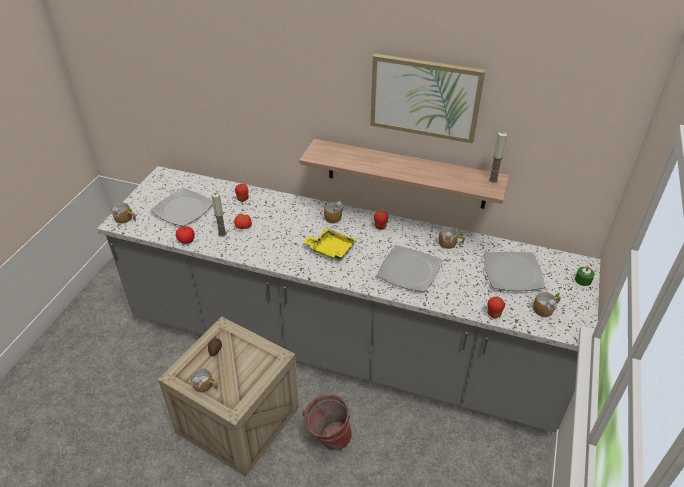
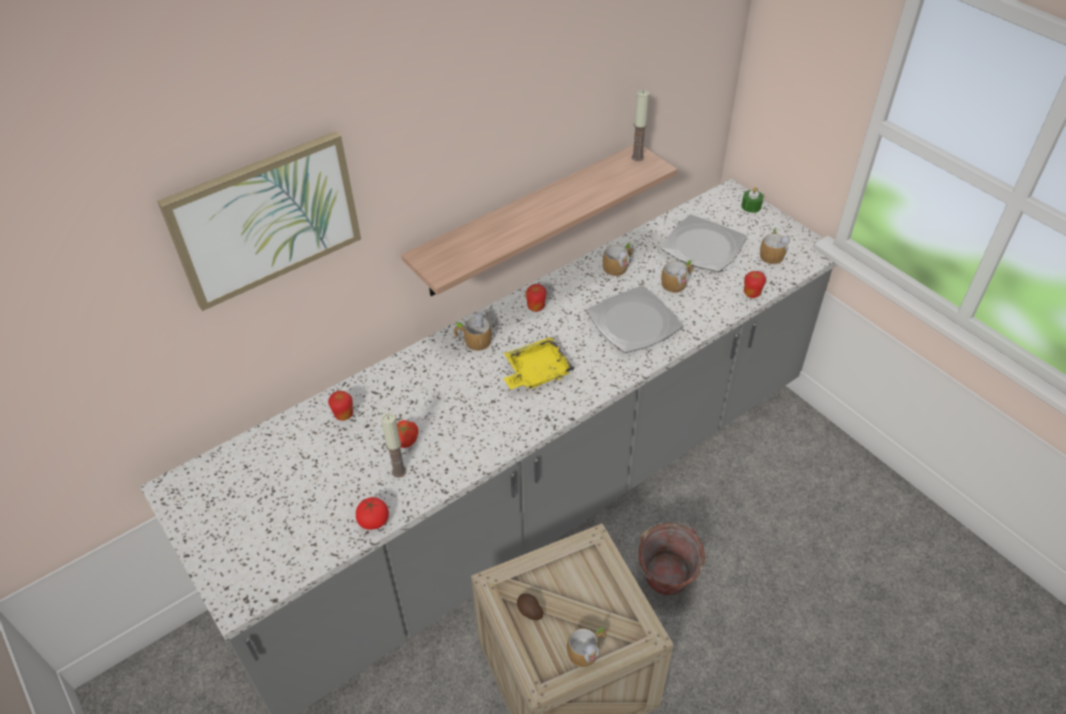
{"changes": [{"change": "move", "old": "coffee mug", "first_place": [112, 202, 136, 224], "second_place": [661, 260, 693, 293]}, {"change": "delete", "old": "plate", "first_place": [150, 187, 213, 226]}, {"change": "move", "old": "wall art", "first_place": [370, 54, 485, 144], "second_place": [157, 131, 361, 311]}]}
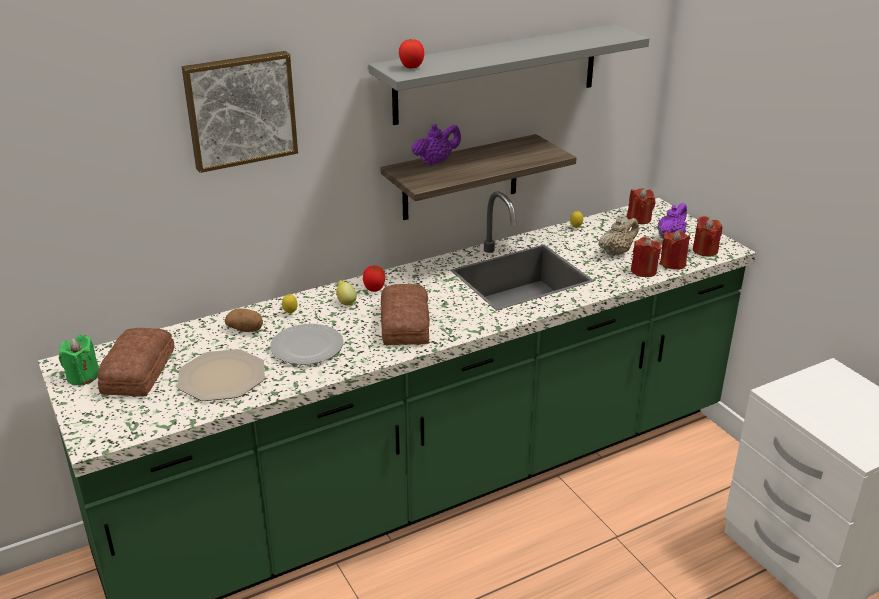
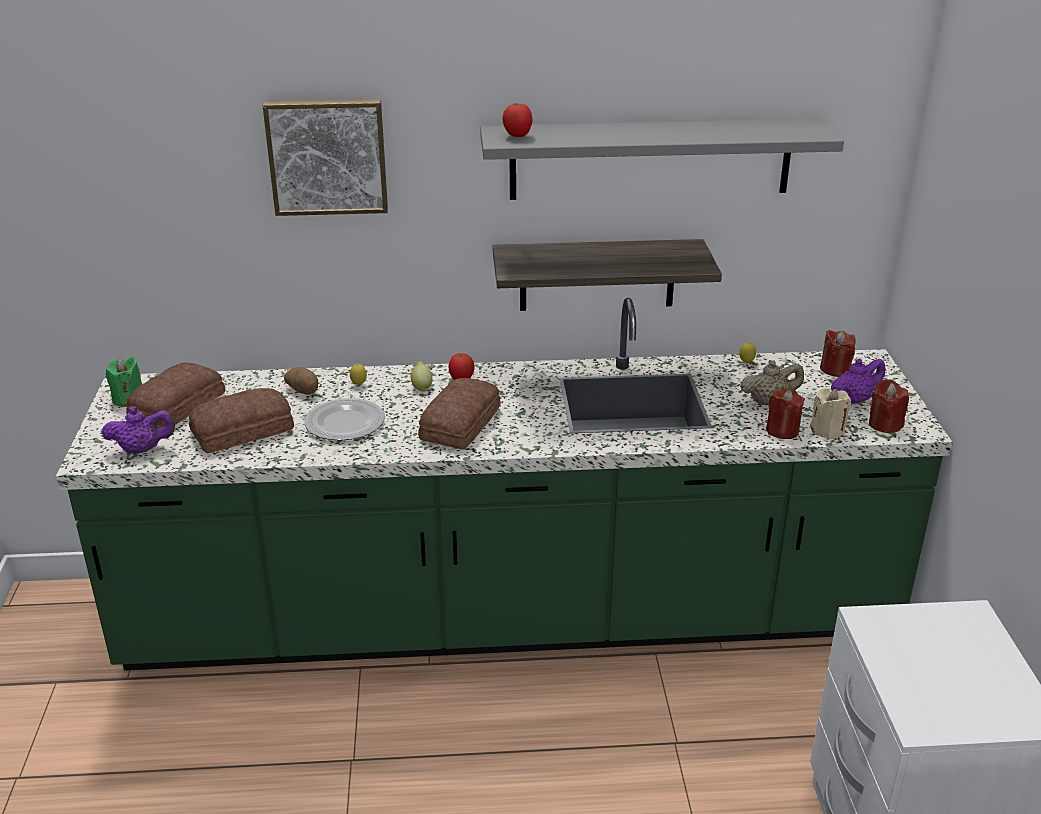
{"changes": [{"change": "replace", "old": "plate", "new": "bread", "first_place": [177, 349, 265, 401], "second_place": [189, 388, 294, 454]}, {"change": "move", "old": "purplish teapot", "first_place": [411, 124, 461, 165], "second_place": [101, 406, 175, 453]}, {"change": "recolor", "old": "reddish wax light", "new": "beige-coloured wax light", "first_place": [660, 230, 690, 270], "second_place": [810, 388, 851, 439]}]}
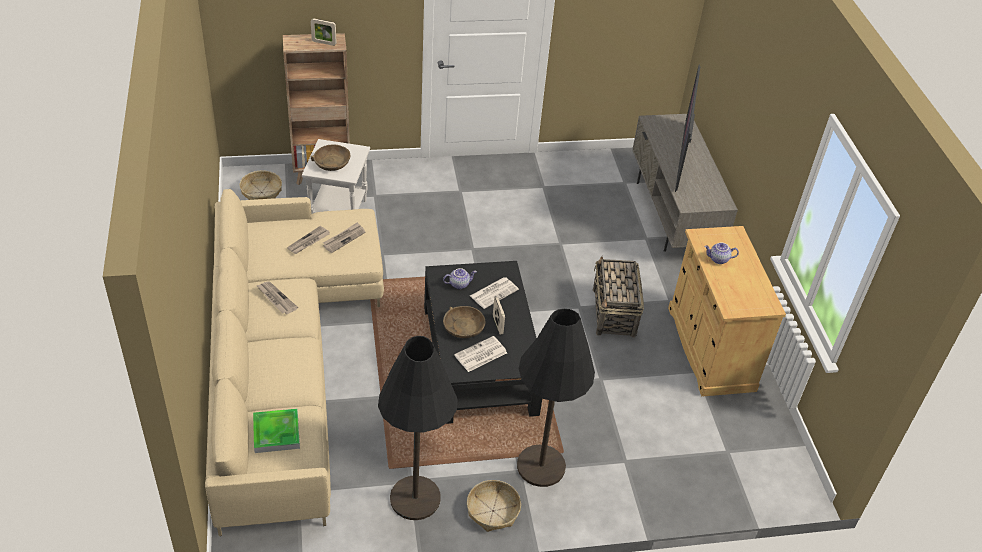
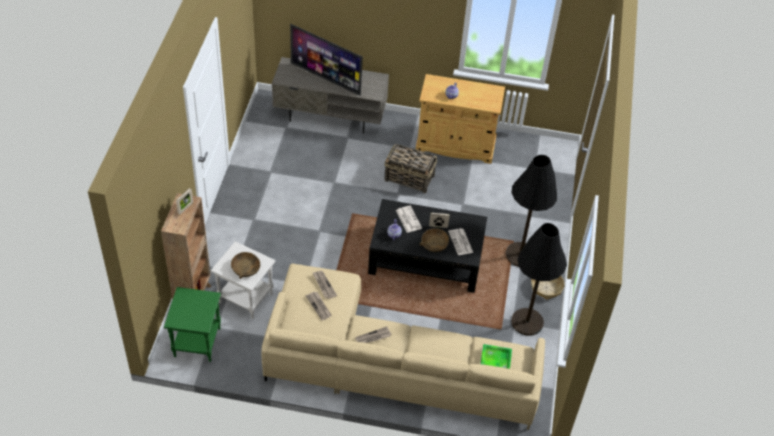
{"changes": [{"change": "replace", "old": "basket", "new": "greenish end table", "first_place": [240, 171, 282, 200], "second_place": [164, 287, 221, 362]}]}
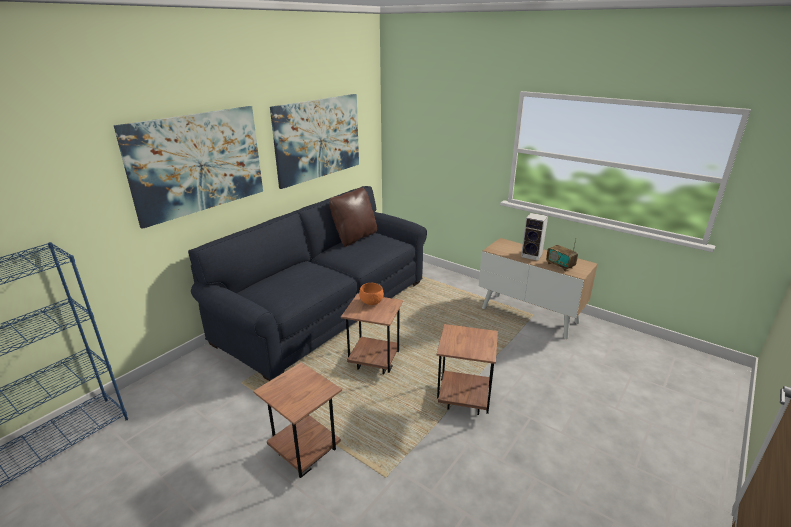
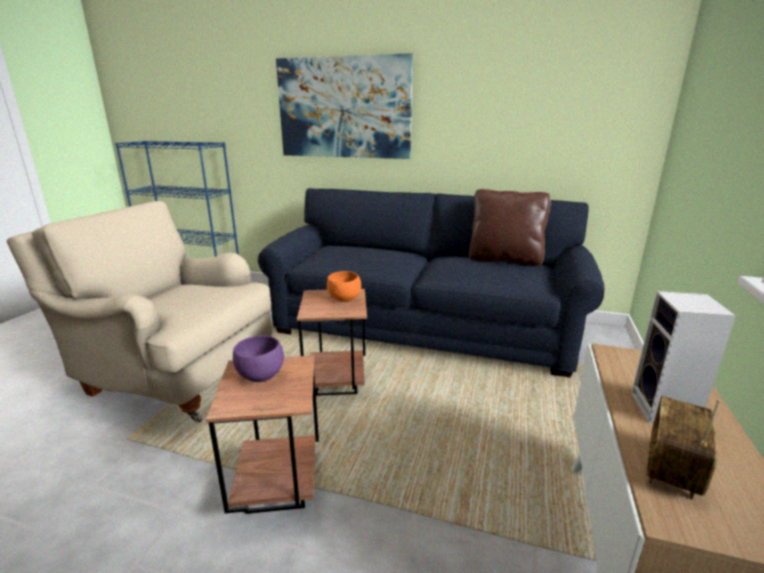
{"changes": [{"change": "replace", "old": "brown-coloured end table", "new": "beige-coloured lounge chair", "first_place": [253, 362, 342, 478], "second_place": [7, 201, 272, 423]}, {"change": "delete", "old": "wall art", "first_place": [270, 94, 359, 189]}, {"change": "insert", "new": "purplish deep dish", "second_place": [233, 335, 284, 382]}]}
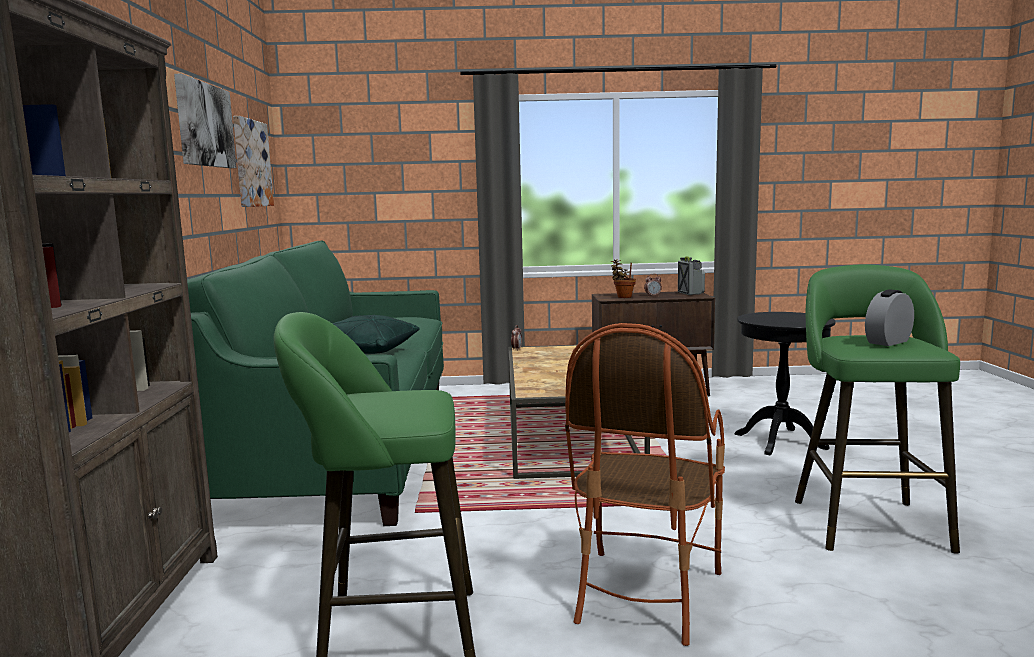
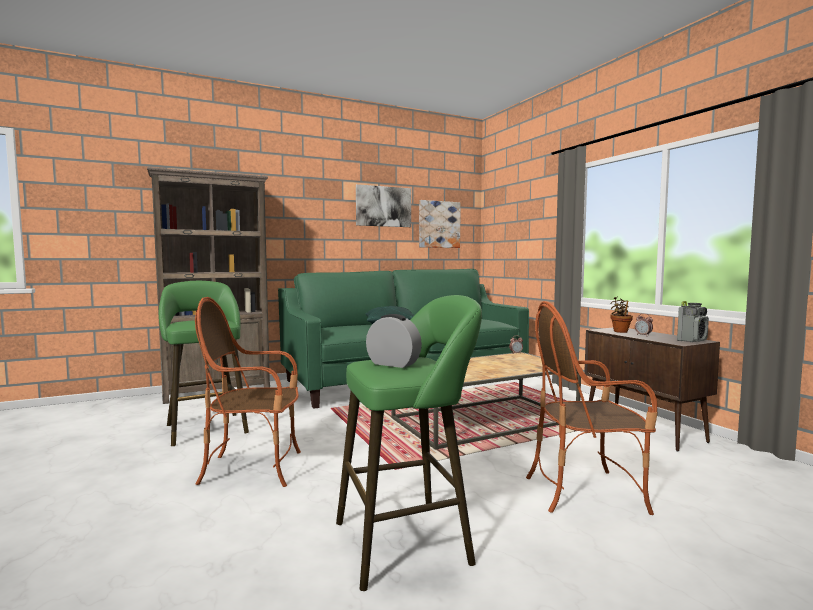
{"changes": [{"change": "replace", "old": "black-coloured end table", "new": "lounge chair", "first_place": [735, 312, 836, 455], "second_place": [526, 301, 658, 515]}]}
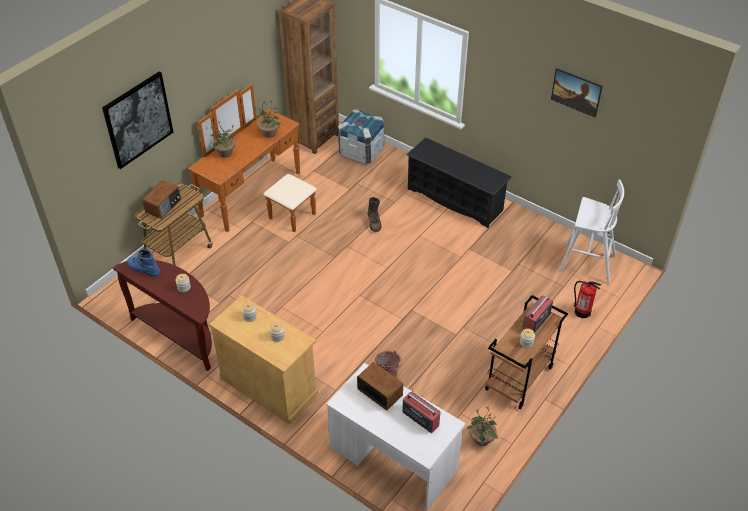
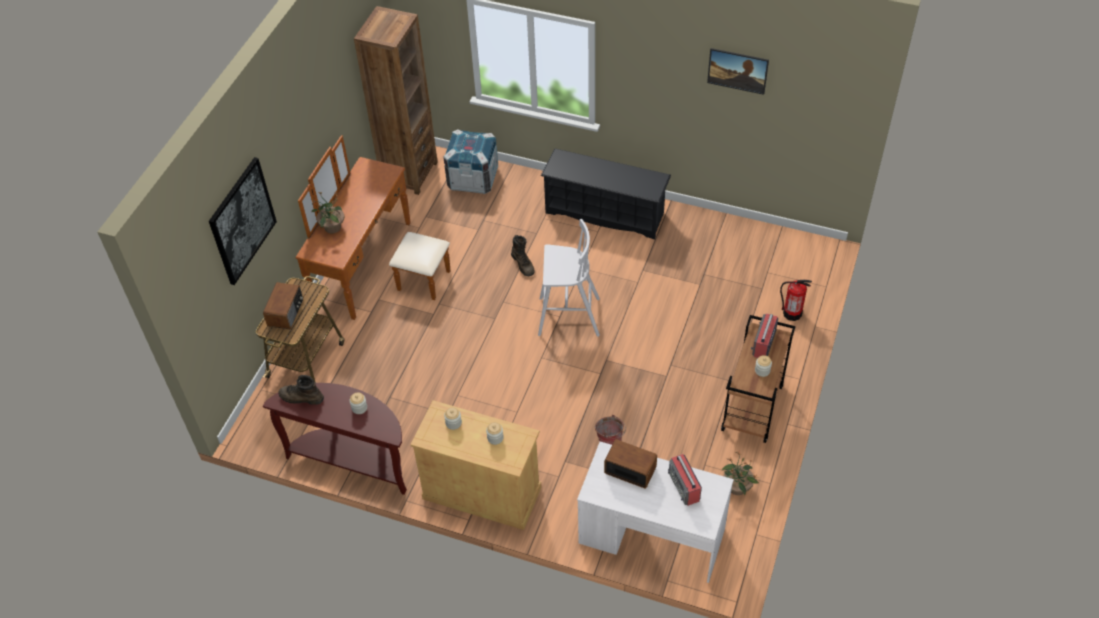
{"changes": [{"change": "recolor", "old": "bluish high-top boot", "new": "brown-coloured high-top boot", "first_place": [127, 248, 161, 277], "second_place": [278, 375, 324, 405]}, {"change": "delete", "old": "potted plant", "first_place": [253, 100, 282, 138]}, {"change": "rotate", "old": "radio receiver", "first_place": [402, 388, 441, 433], "second_place": [668, 454, 702, 506], "degrees": -135}, {"change": "move", "old": "white sitting stool", "first_place": [558, 180, 624, 284], "second_place": [538, 219, 600, 337]}]}
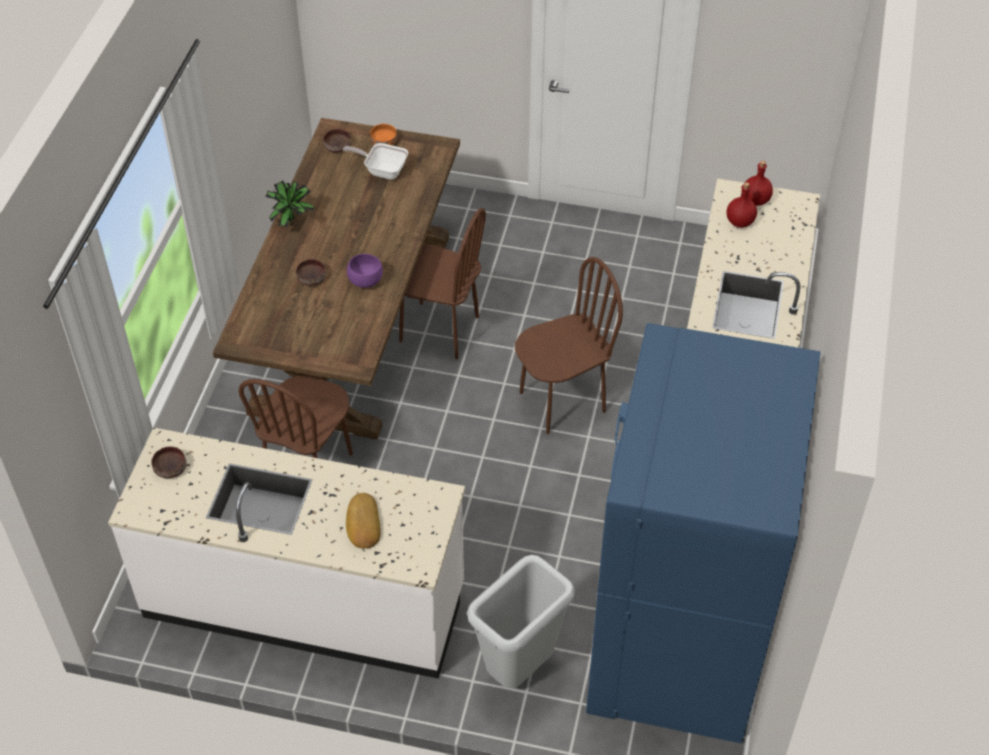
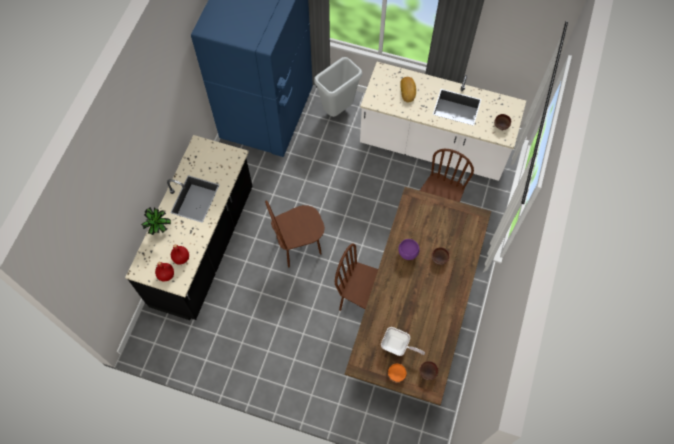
{"changes": [{"change": "move", "old": "potted plant", "first_place": [266, 180, 314, 227], "second_place": [141, 207, 171, 235]}]}
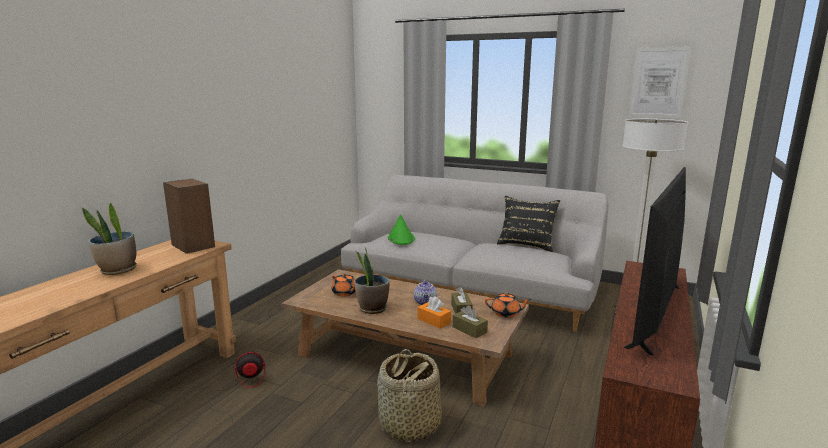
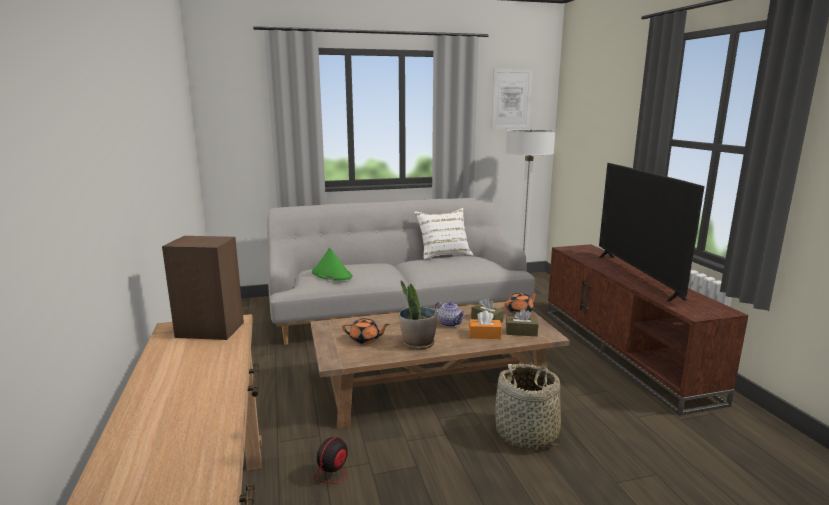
{"changes": [{"change": "delete", "old": "potted plant", "first_place": [82, 203, 137, 275]}, {"change": "recolor", "old": "black-coloured cushion", "new": "white cushion", "first_place": [497, 196, 560, 252], "second_place": [414, 208, 473, 260]}]}
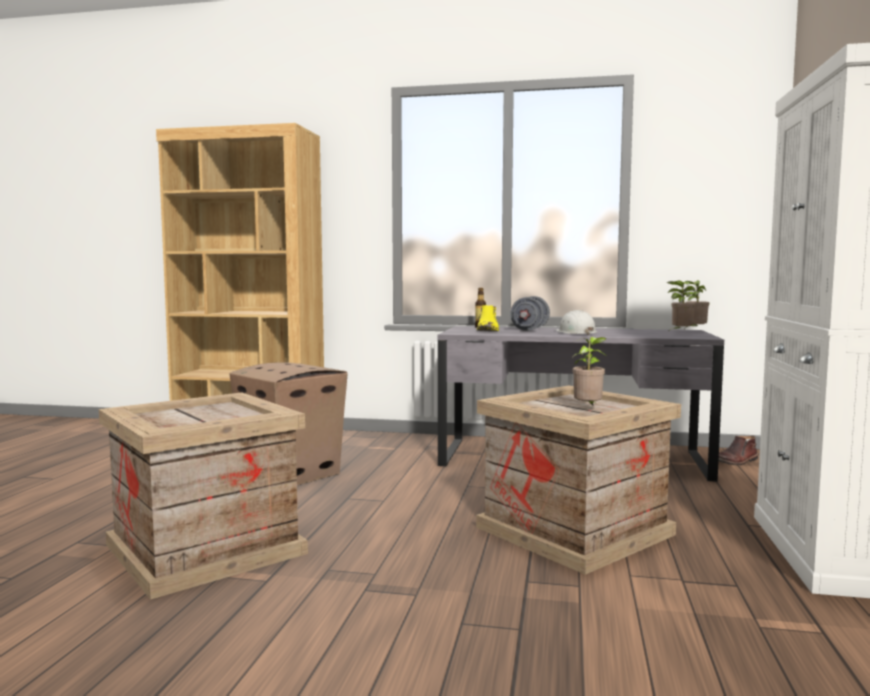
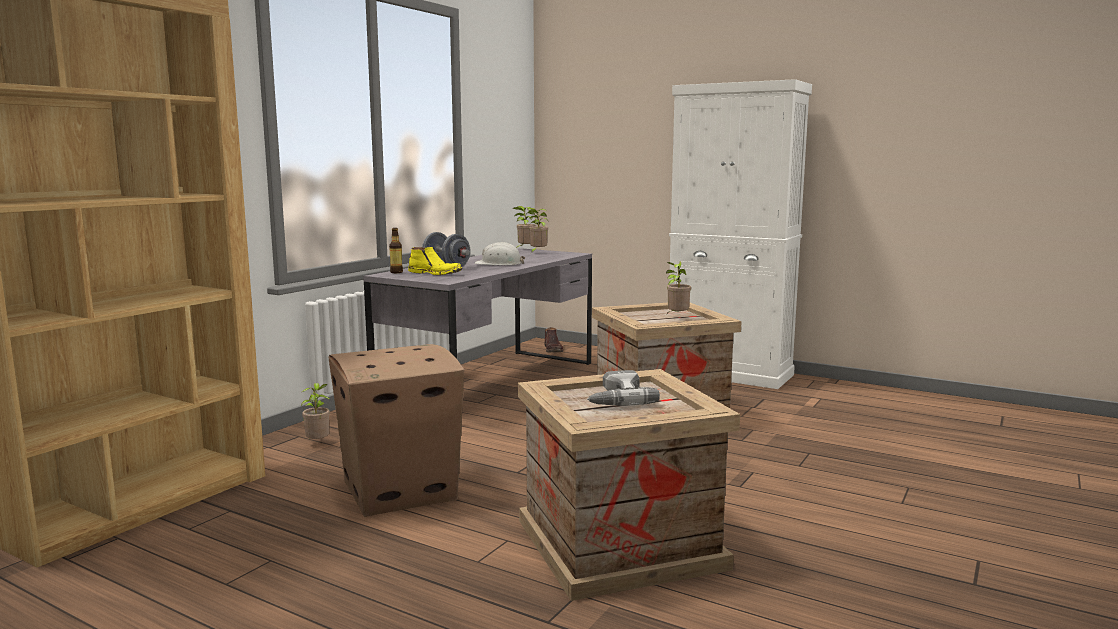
{"changes": [{"change": "insert", "new": "potted plant", "second_place": [301, 383, 330, 439]}, {"change": "insert", "new": "power drill", "second_place": [587, 370, 660, 406]}]}
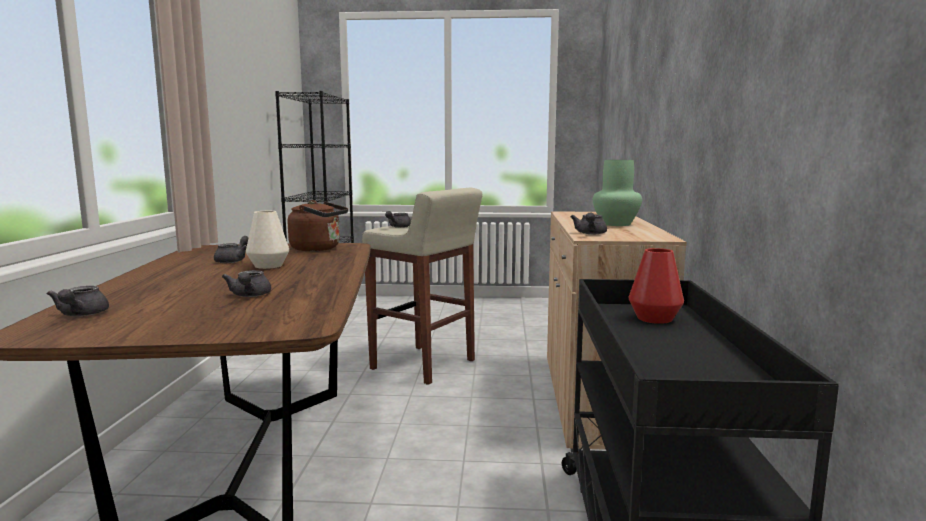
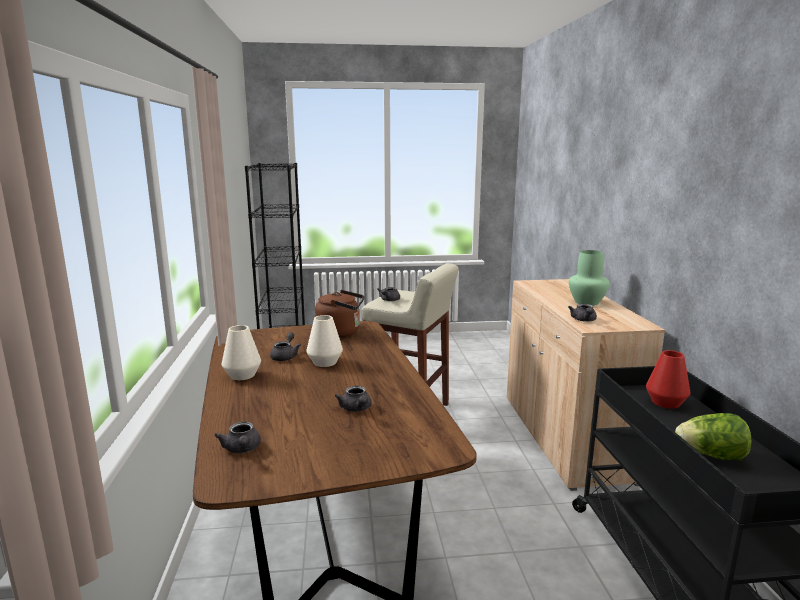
{"changes": [{"change": "insert", "new": "white decorative vase", "second_place": [222, 325, 261, 380]}, {"change": "insert", "new": "lettuce head", "second_place": [675, 413, 752, 461]}]}
